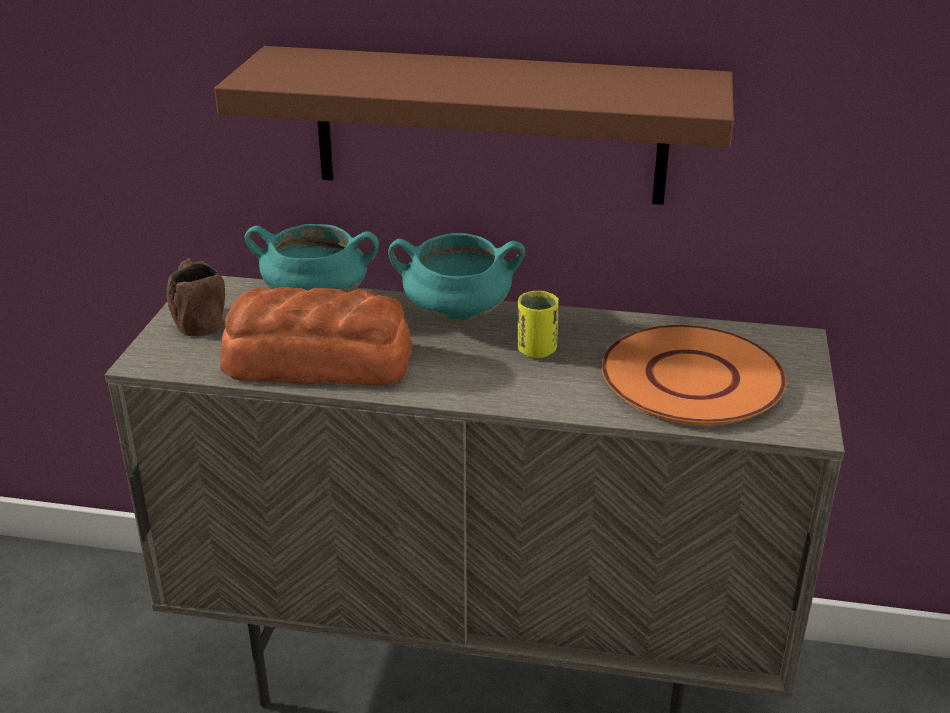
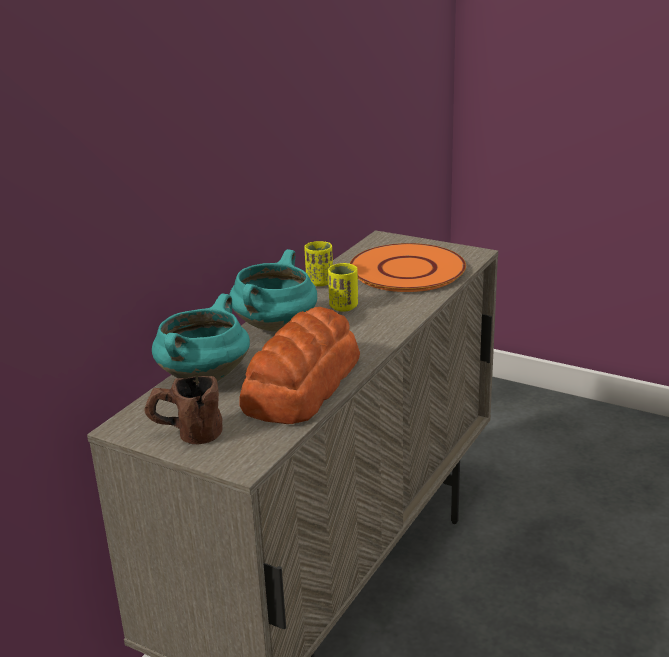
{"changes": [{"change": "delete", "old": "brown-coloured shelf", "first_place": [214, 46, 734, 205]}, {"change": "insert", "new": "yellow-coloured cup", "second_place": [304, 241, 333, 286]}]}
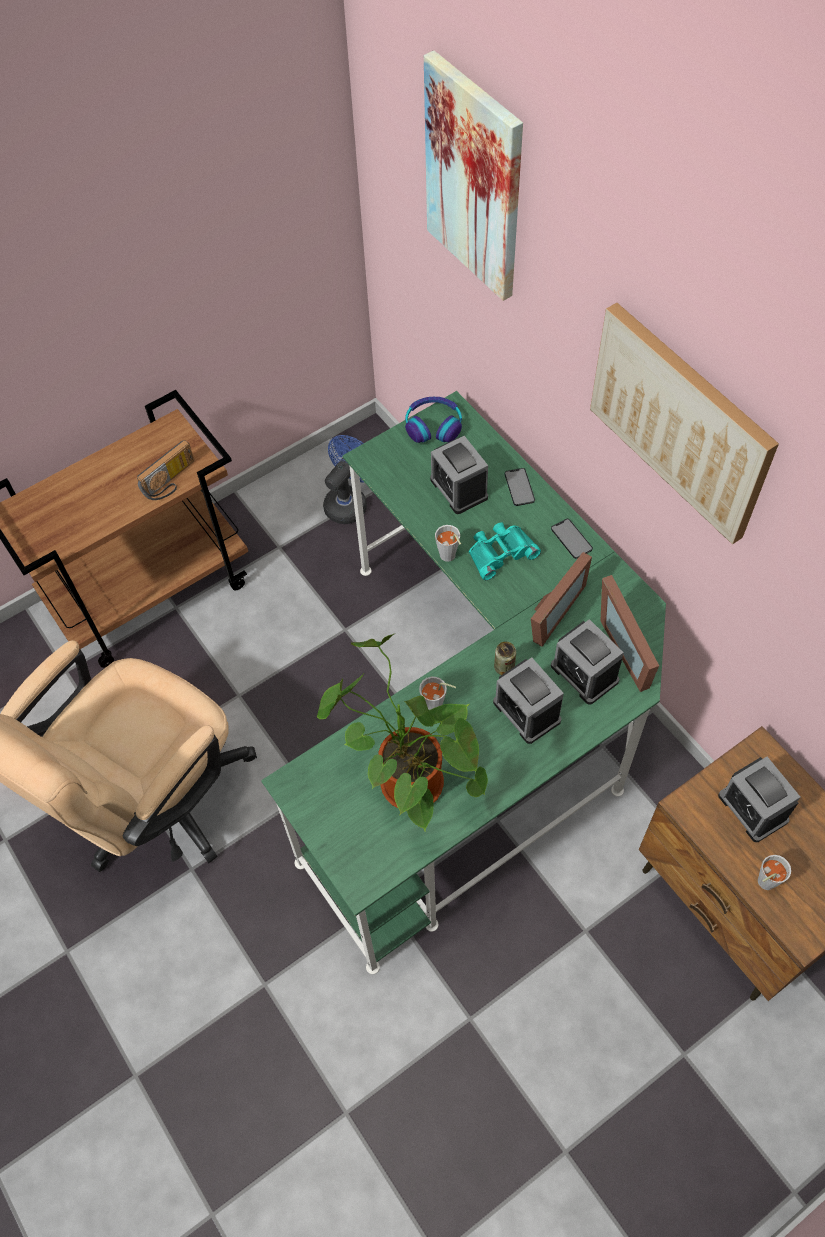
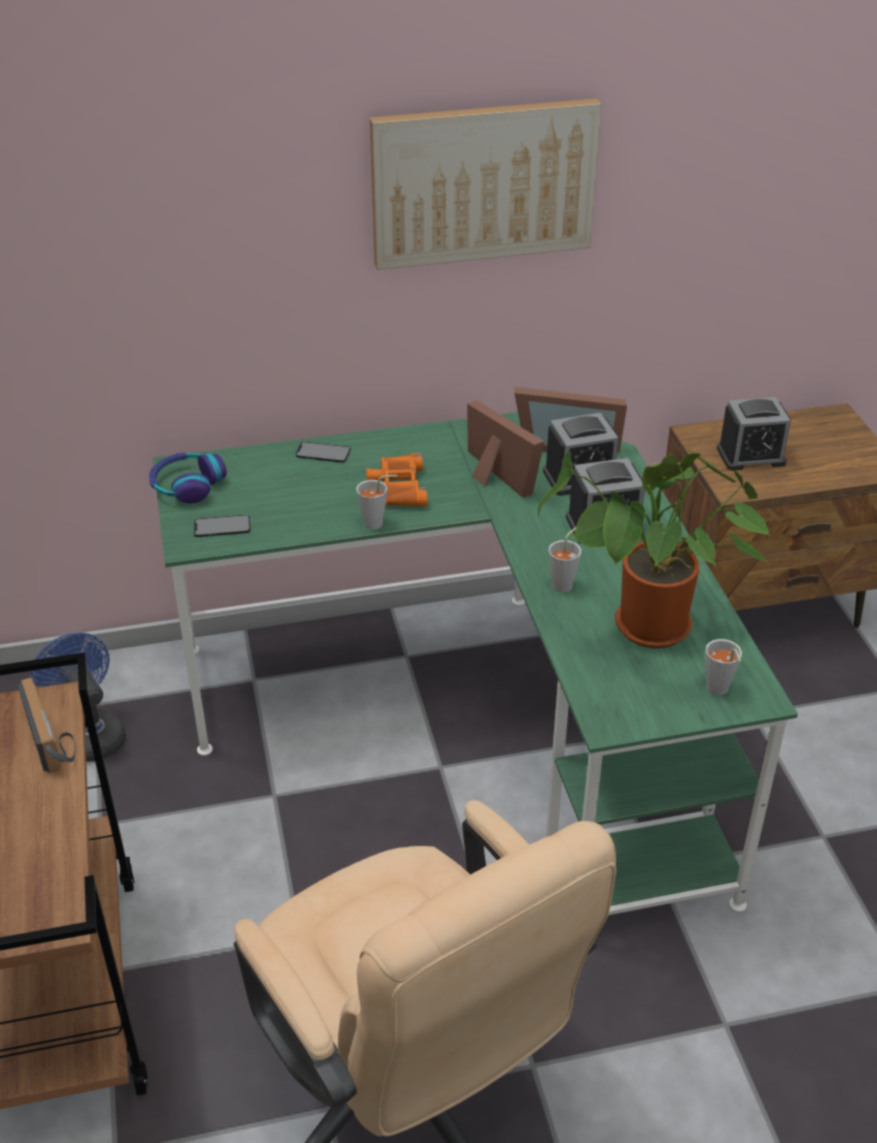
{"changes": [{"change": "delete", "old": "wall art", "first_place": [424, 50, 523, 301]}, {"change": "delete", "old": "bedside clock", "first_place": [430, 436, 488, 514]}, {"change": "recolor", "old": "turquoise pair of binoculars", "new": "orange-coloured pair of binoculars", "first_place": [469, 522, 541, 580], "second_place": [366, 453, 427, 507]}, {"change": "delete", "old": "sealed can", "first_place": [494, 641, 516, 675]}, {"change": "move", "old": "handset", "first_place": [551, 519, 593, 559], "second_place": [194, 515, 250, 537]}, {"change": "move", "old": "gray cup", "first_place": [758, 855, 791, 890], "second_place": [705, 639, 742, 695]}]}
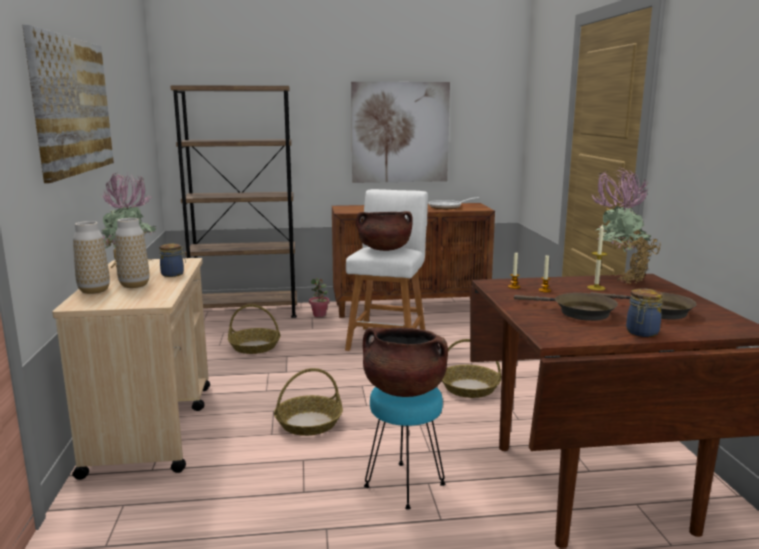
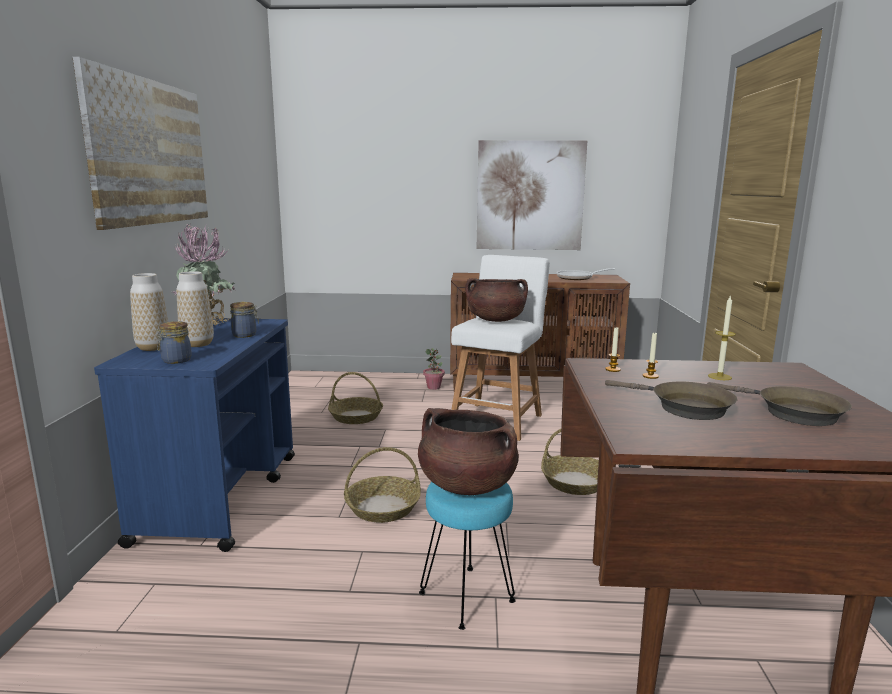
{"changes": [{"change": "recolor", "old": "beige-coloured cart", "new": "bluish cart", "first_place": [52, 258, 210, 480], "second_place": [94, 318, 295, 552]}, {"change": "delete", "old": "brown-coloured bookshelf", "first_place": [170, 85, 297, 318]}, {"change": "delete", "old": "potted plant", "first_place": [589, 167, 661, 284]}, {"change": "move", "old": "jar", "first_place": [626, 288, 663, 337], "second_place": [156, 321, 192, 364]}]}
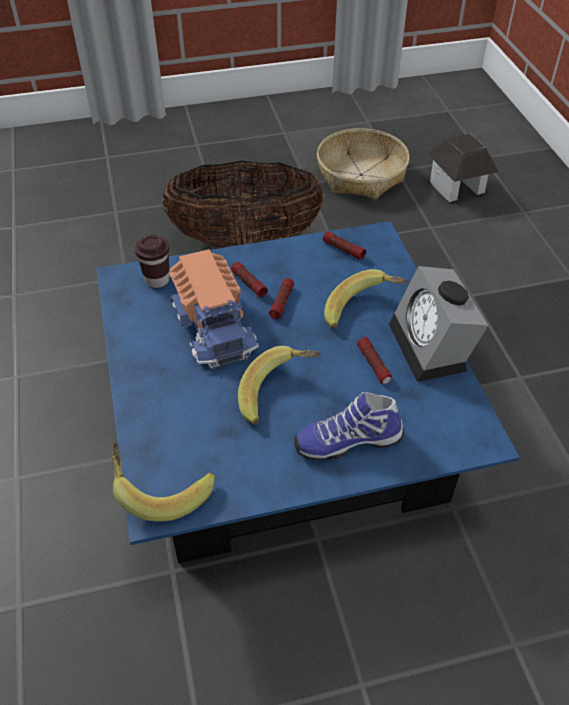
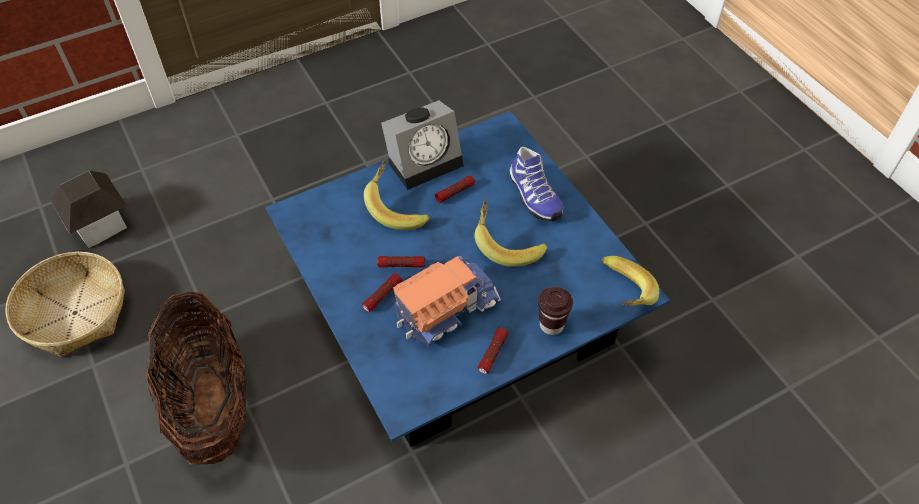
{"changes": [{"change": "move", "old": "brown-coloured cup", "first_place": [134, 235, 169, 288], "second_place": [538, 287, 573, 335]}, {"change": "move", "old": "torch", "first_place": [323, 231, 366, 260], "second_place": [478, 327, 508, 374]}]}
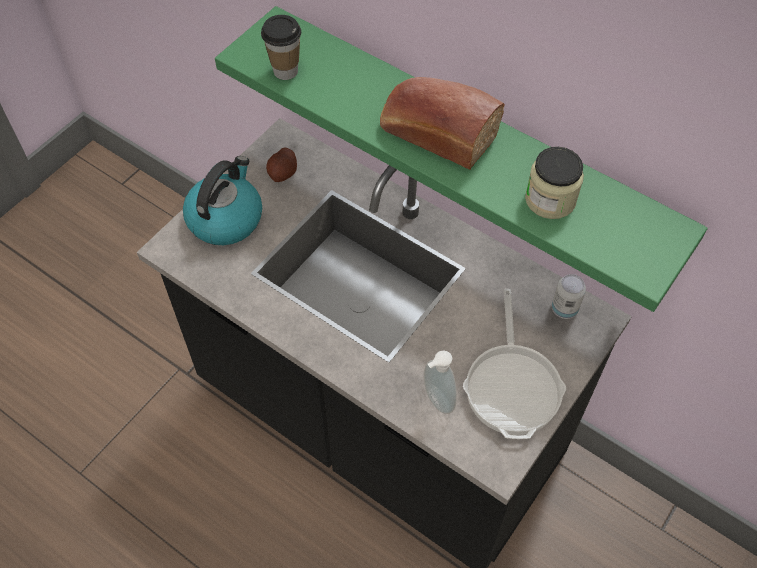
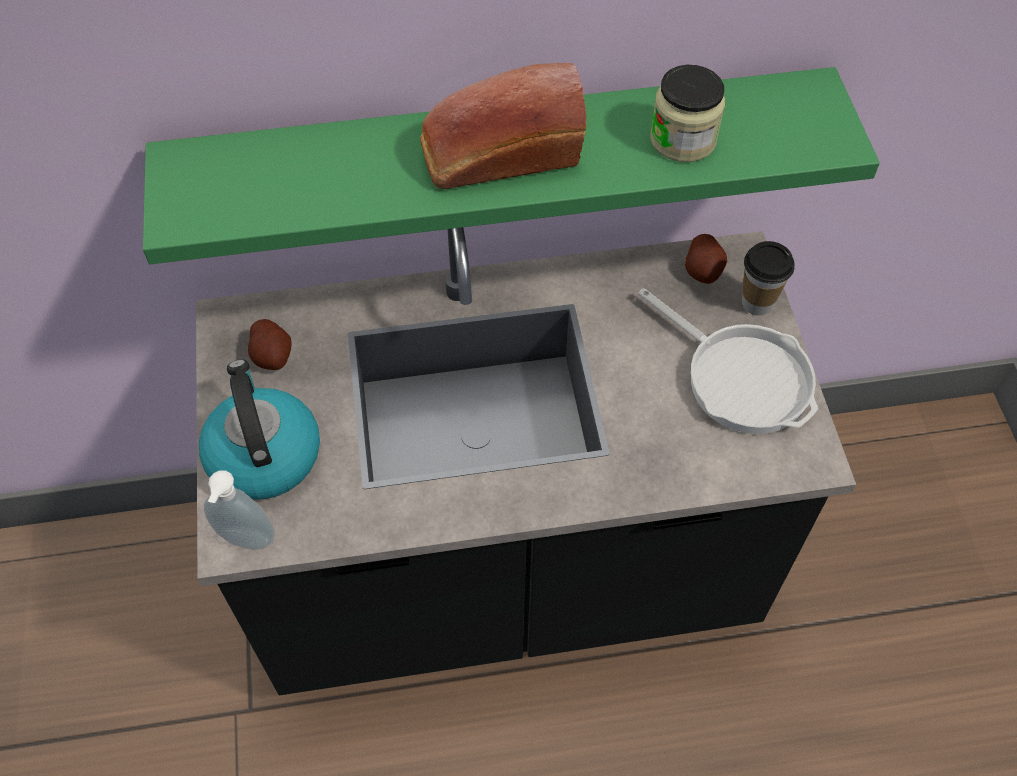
{"changes": [{"change": "move", "old": "cup", "first_place": [261, 15, 301, 80], "second_place": [742, 241, 795, 316]}, {"change": "move", "old": "liquid soap bottle", "first_place": [424, 350, 457, 414], "second_place": [204, 470, 275, 550]}, {"change": "replace", "old": "sealed can", "new": "spud", "first_place": [552, 274, 586, 319], "second_place": [685, 234, 727, 284]}]}
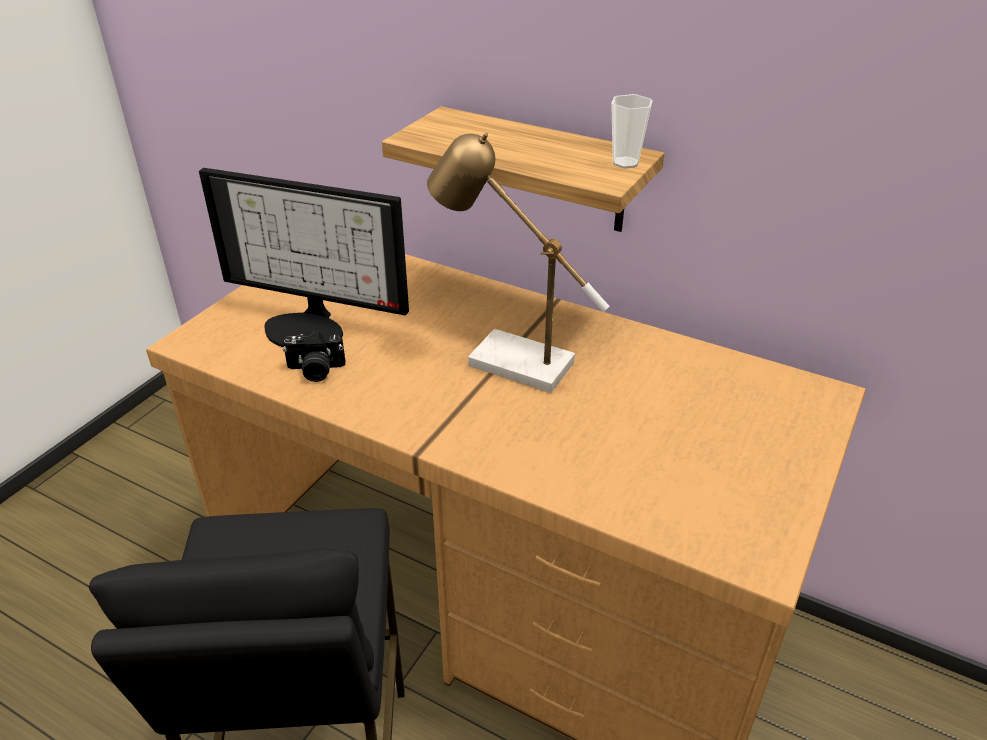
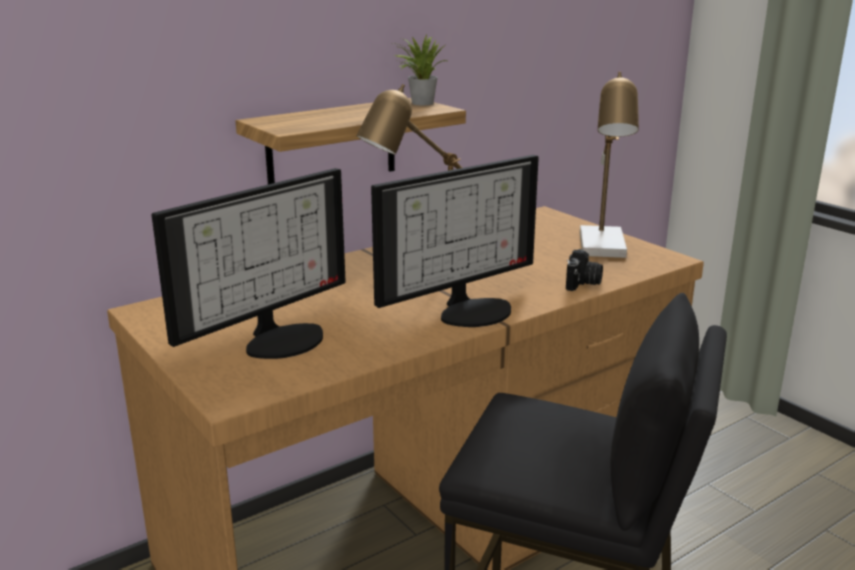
{"changes": [{"change": "move", "old": "photo camera", "first_place": [283, 330, 346, 382], "second_place": [566, 249, 603, 291]}, {"change": "replace", "old": "cup", "new": "potted plant", "first_place": [611, 94, 653, 169], "second_place": [393, 35, 447, 105]}, {"change": "insert", "new": "computer screen", "second_place": [371, 155, 539, 327]}, {"change": "insert", "new": "tabletop lamp", "second_place": [580, 72, 639, 258]}]}
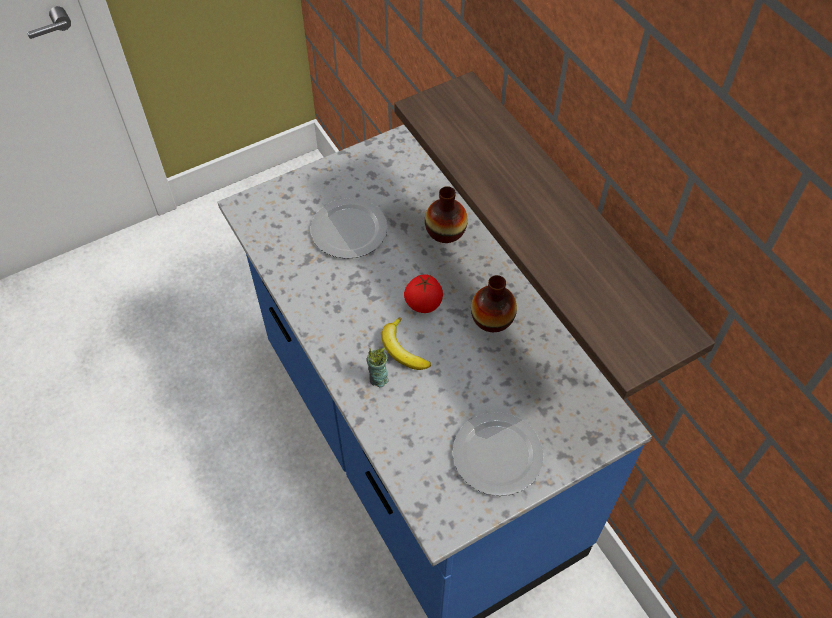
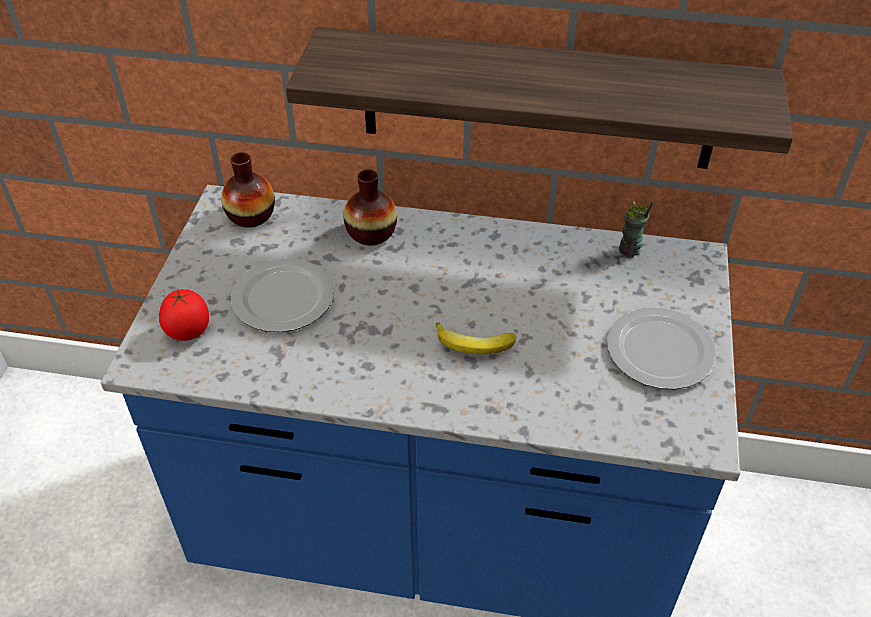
{"changes": [{"change": "move", "old": "cup", "first_place": [366, 348, 389, 387], "second_place": [619, 201, 653, 258]}, {"change": "move", "old": "whole tomato", "first_place": [404, 274, 443, 313], "second_place": [159, 289, 209, 341]}, {"change": "move", "old": "decorative vase", "first_place": [471, 275, 517, 332], "second_place": [221, 152, 275, 228]}]}
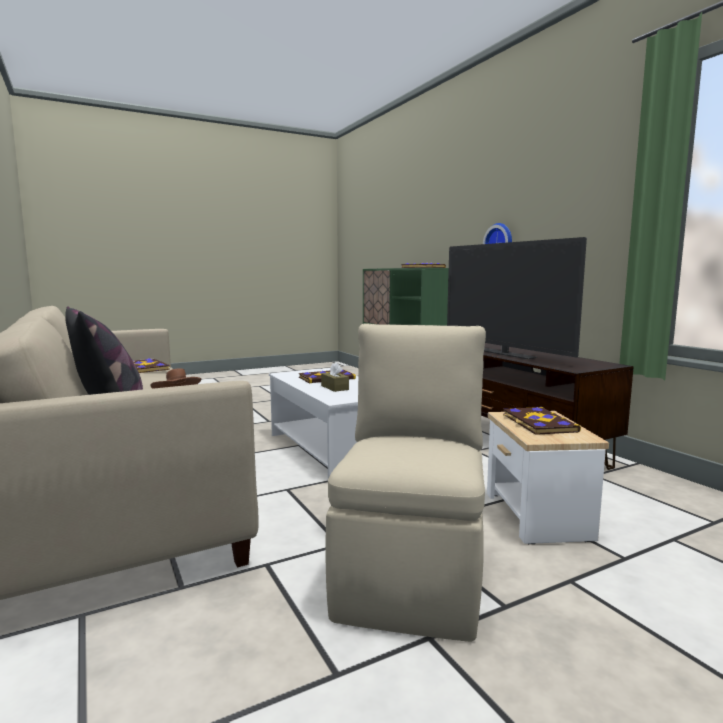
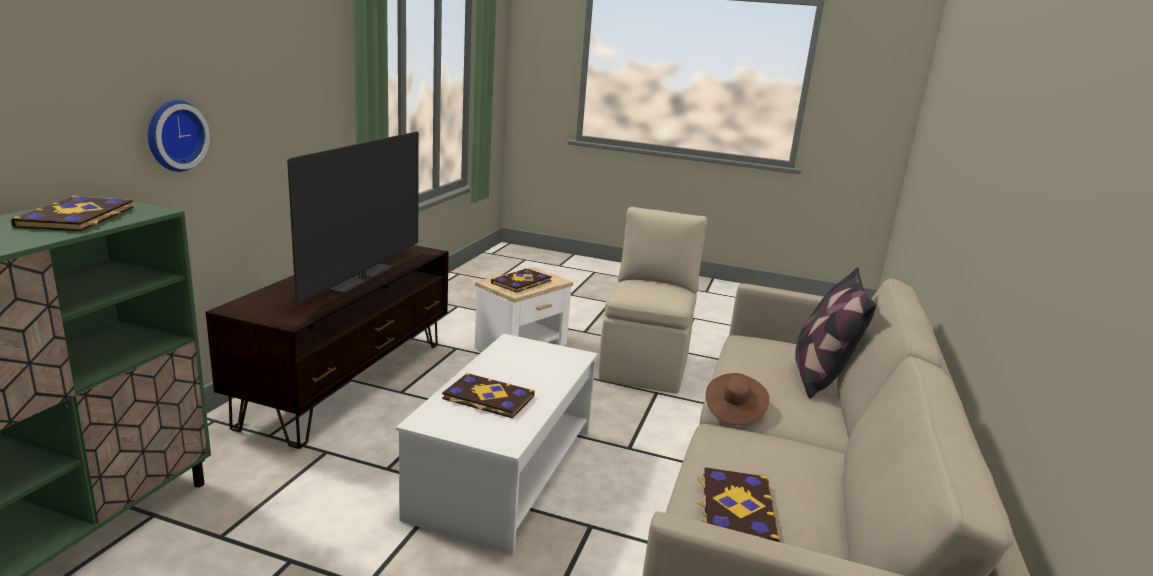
{"changes": [{"change": "delete", "old": "brown-coloured tissue holder", "first_place": [321, 362, 349, 392]}, {"change": "rotate", "old": "beige-coloured plain chair", "first_place": [325, 324, 486, 642], "second_place": [598, 207, 708, 394], "degrees": 135}]}
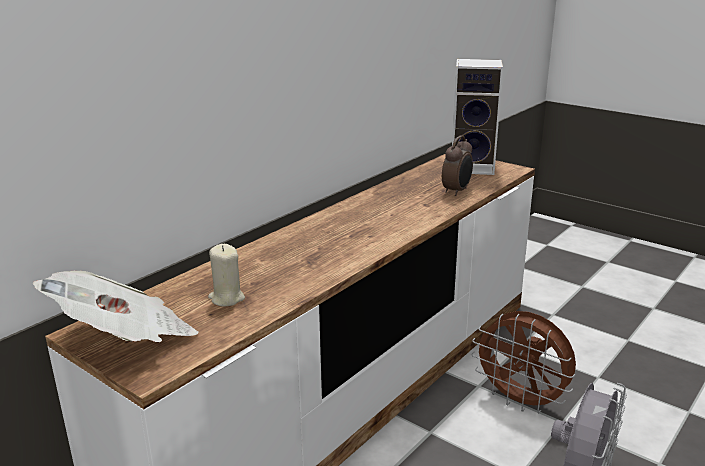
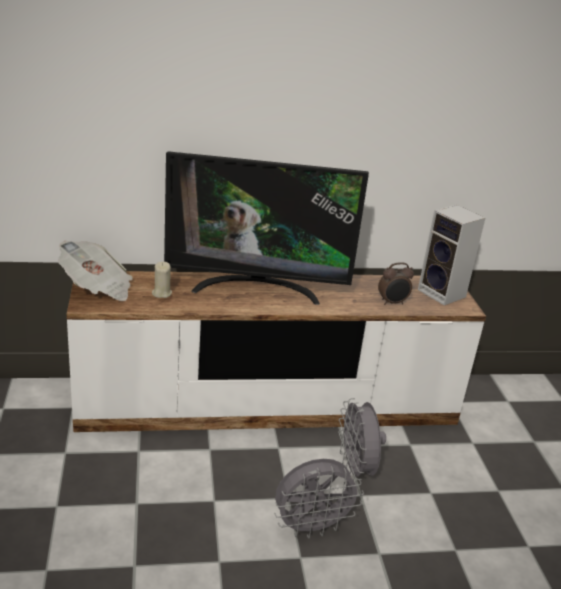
{"changes": [{"change": "recolor", "old": "brown-coloured fan", "new": "gray fan", "first_place": [471, 311, 576, 413], "second_place": [338, 398, 386, 480]}, {"change": "insert", "new": "television", "second_place": [164, 151, 369, 305]}]}
